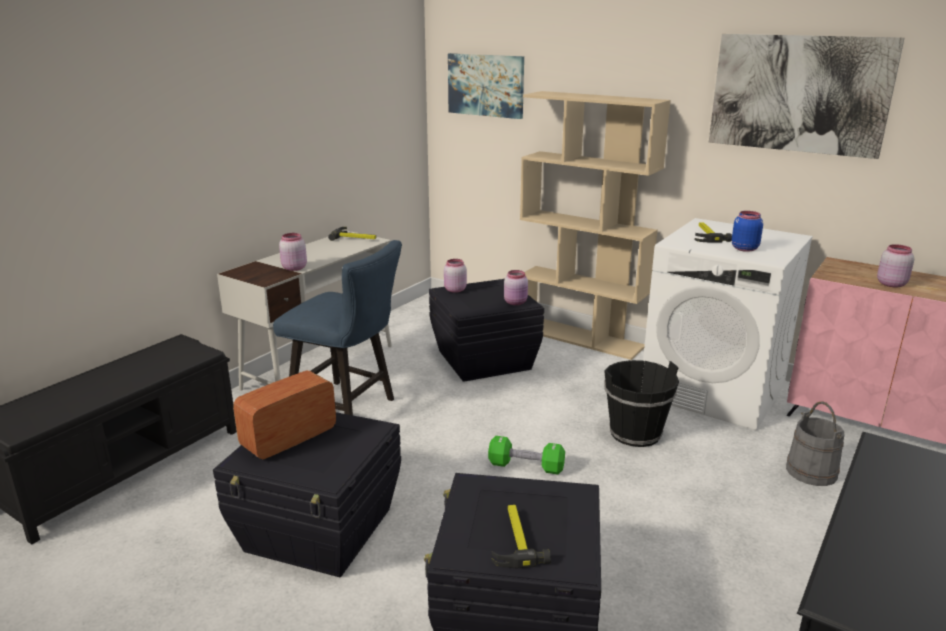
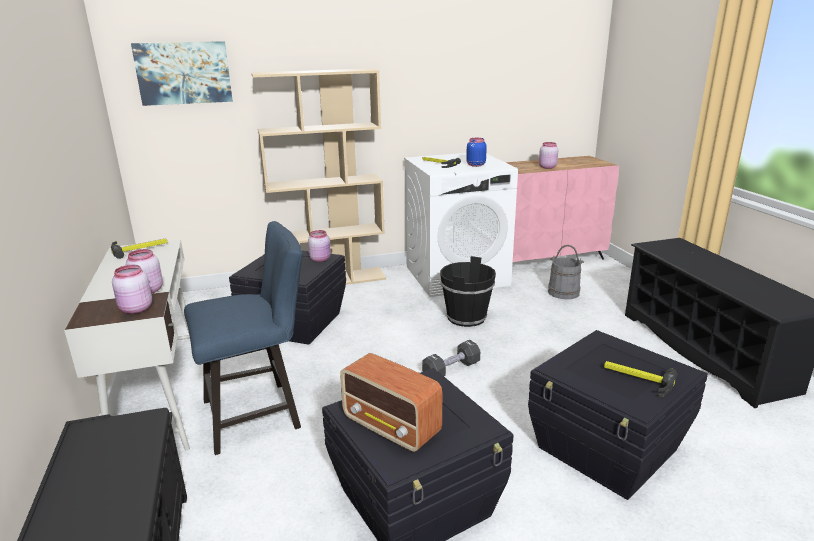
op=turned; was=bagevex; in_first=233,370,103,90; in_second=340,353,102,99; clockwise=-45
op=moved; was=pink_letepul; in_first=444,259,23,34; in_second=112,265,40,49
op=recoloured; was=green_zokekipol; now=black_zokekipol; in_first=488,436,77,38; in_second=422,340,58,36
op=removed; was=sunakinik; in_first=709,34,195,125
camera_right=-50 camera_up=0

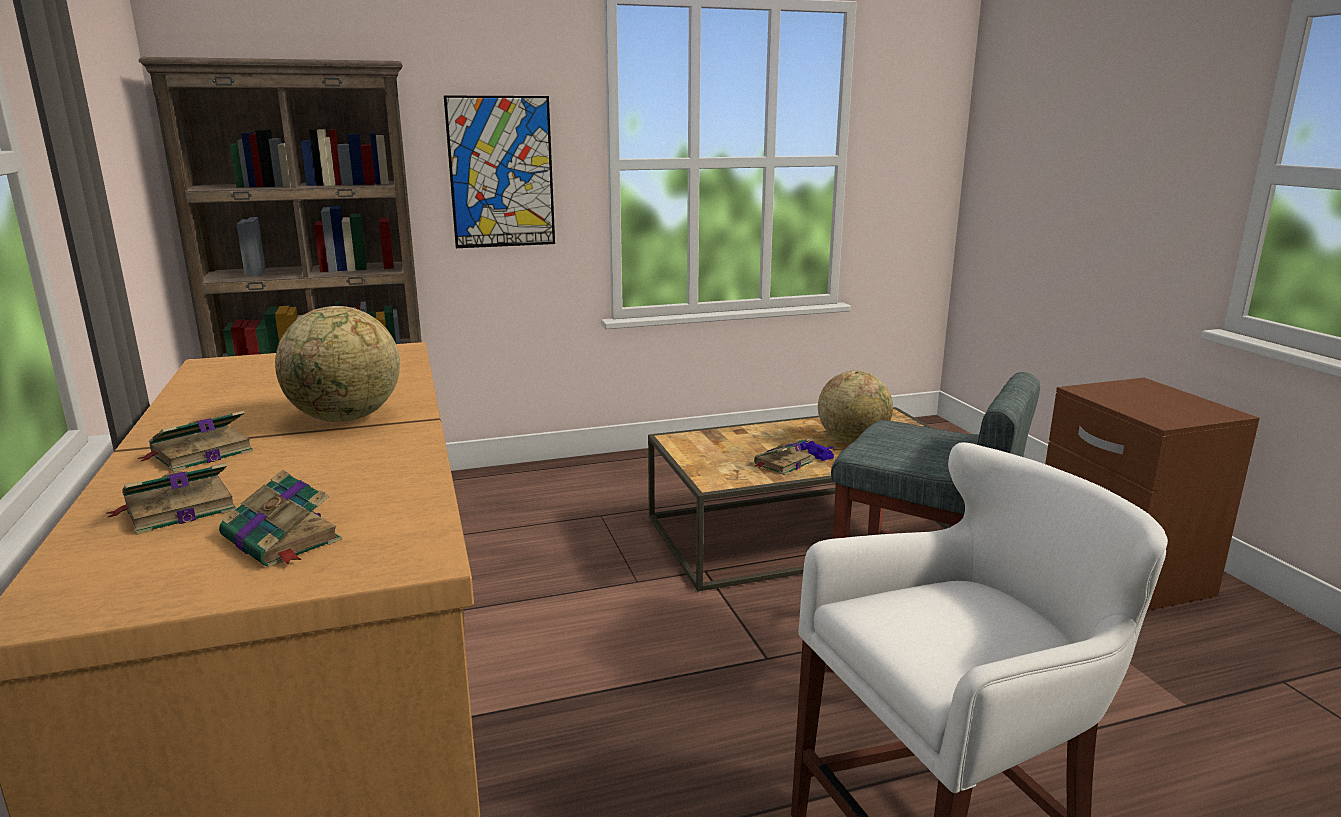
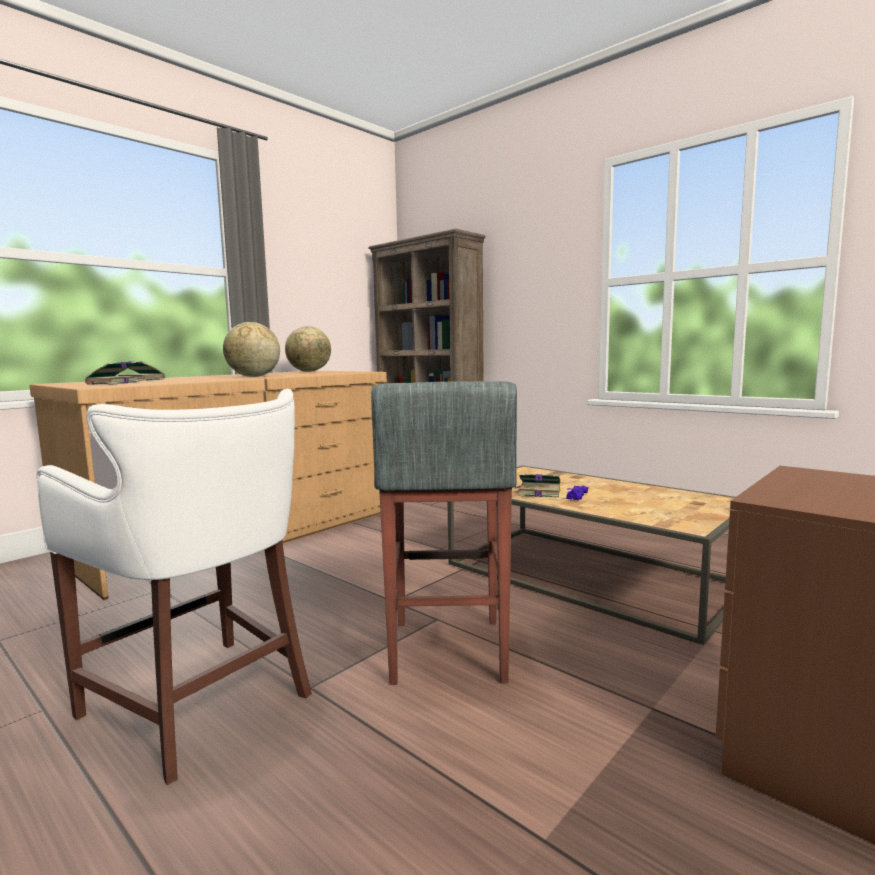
op=removed; was=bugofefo; in_first=138,410,115,62
op=removed; was=sunakinik; in_first=444,96,111,152
op=moved; was=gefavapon; in_first=818,370,75,74; in_second=285,326,46,46
camera_right=60 camera_up=-10

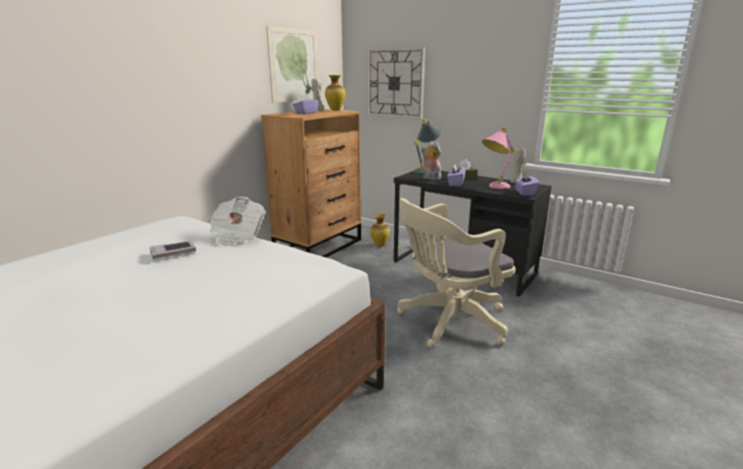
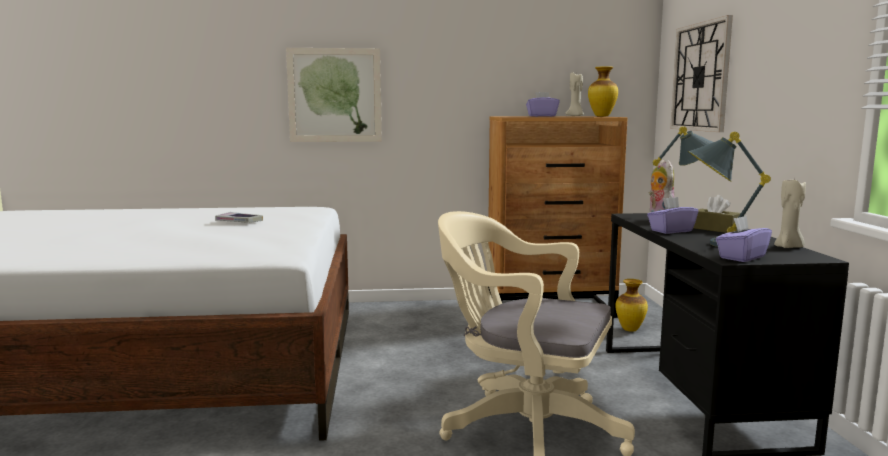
op=removed; was=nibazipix; in_first=209,197,57,50
op=moved; was=sunakinik; in_first=266,26,52,77; in_second=286,48,96,94
op=recoloured; was=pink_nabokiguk; now=grey_nabokiguk; in_first=482,126,33,63; in_second=688,132,83,115
camera_right=50 camera_up=-10

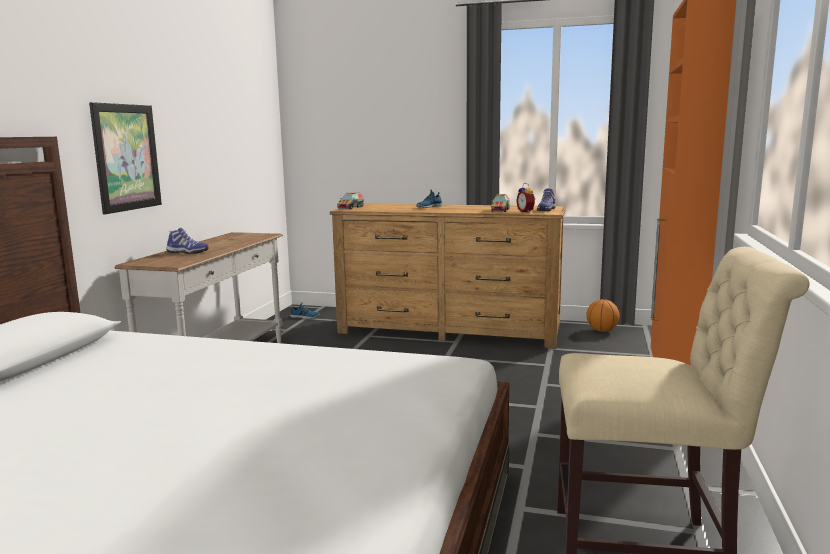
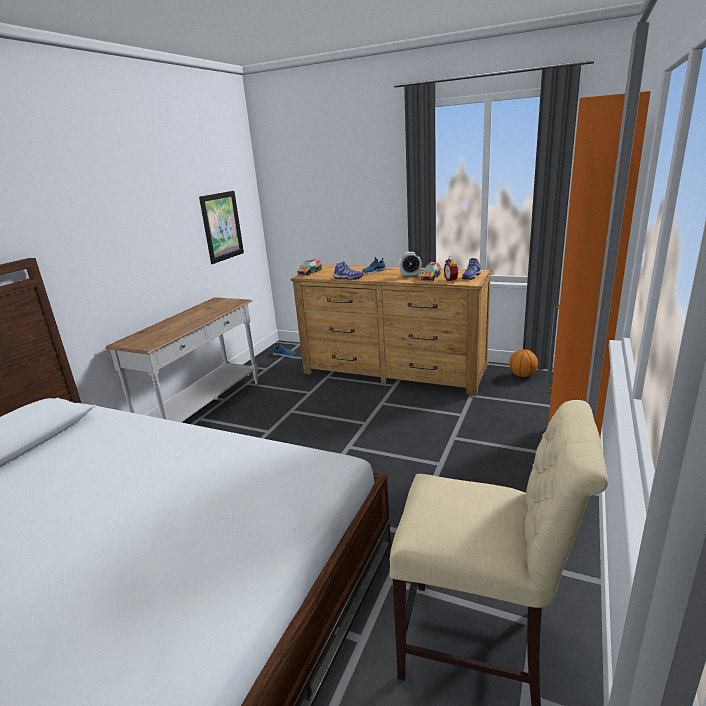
op=moved; was=sunakinik; in_first=89,102,73,112; in_second=199,191,45,73
op=moved; was=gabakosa; in_first=166,228,43,26; in_second=334,261,29,19
op=added; now=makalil; in_second=399,252,23,25
camera_right=10 camera_up=10

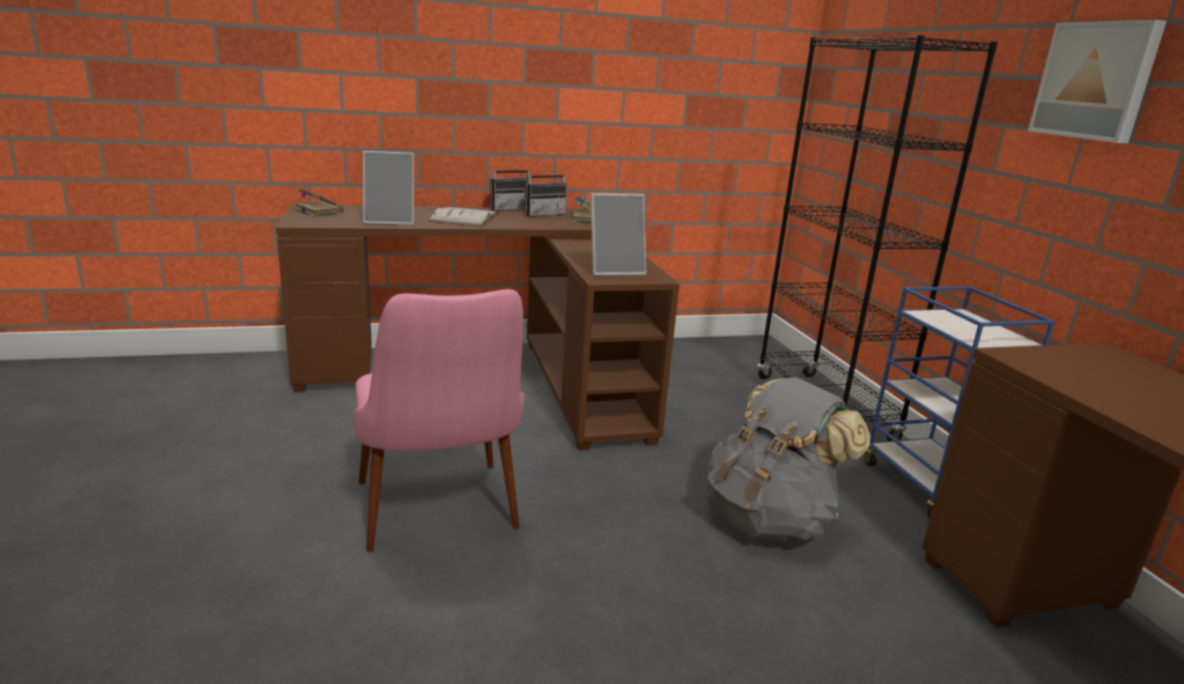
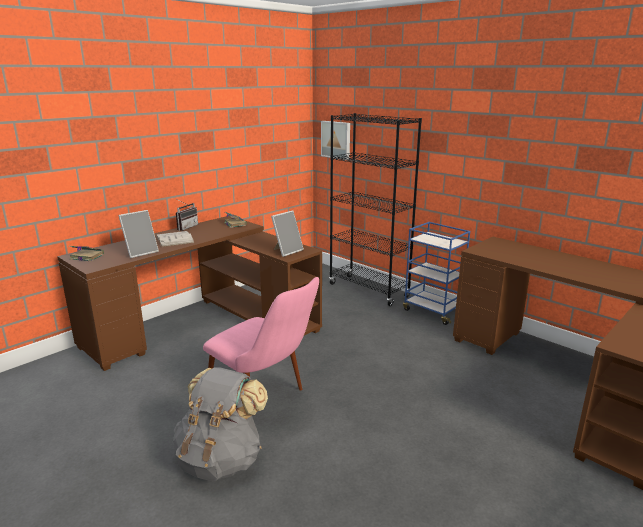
op=removed; was=bagevex; in_first=524,162,44,55
op=moved; was=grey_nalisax; in_first=707,377,163,164; in_second=173,367,95,114
op=moved; was=sunakinik; in_first=1028,19,139,125; in_second=321,121,29,39
camera_right=-30 camera_up=0

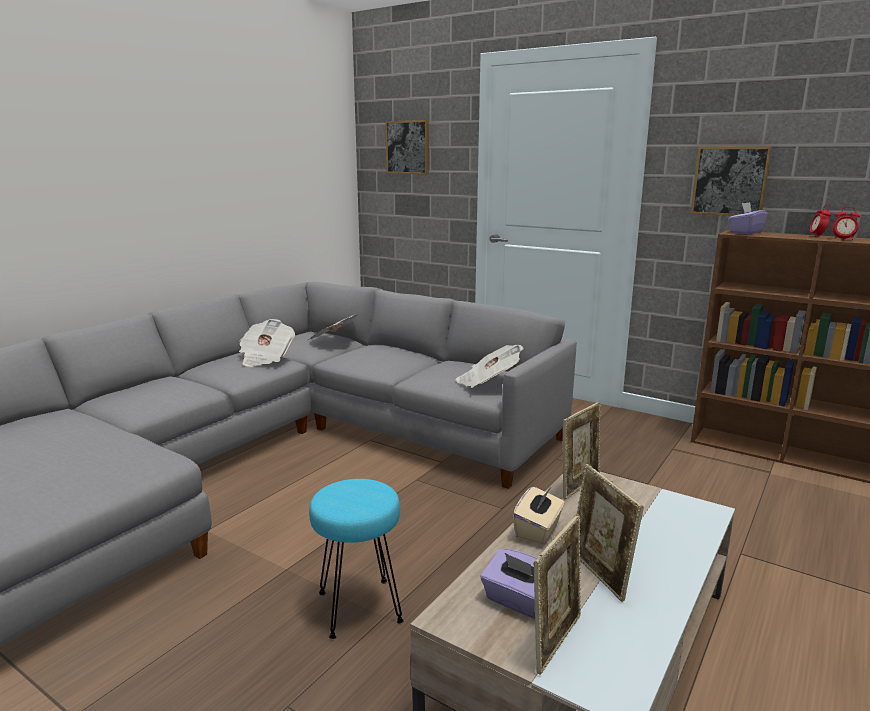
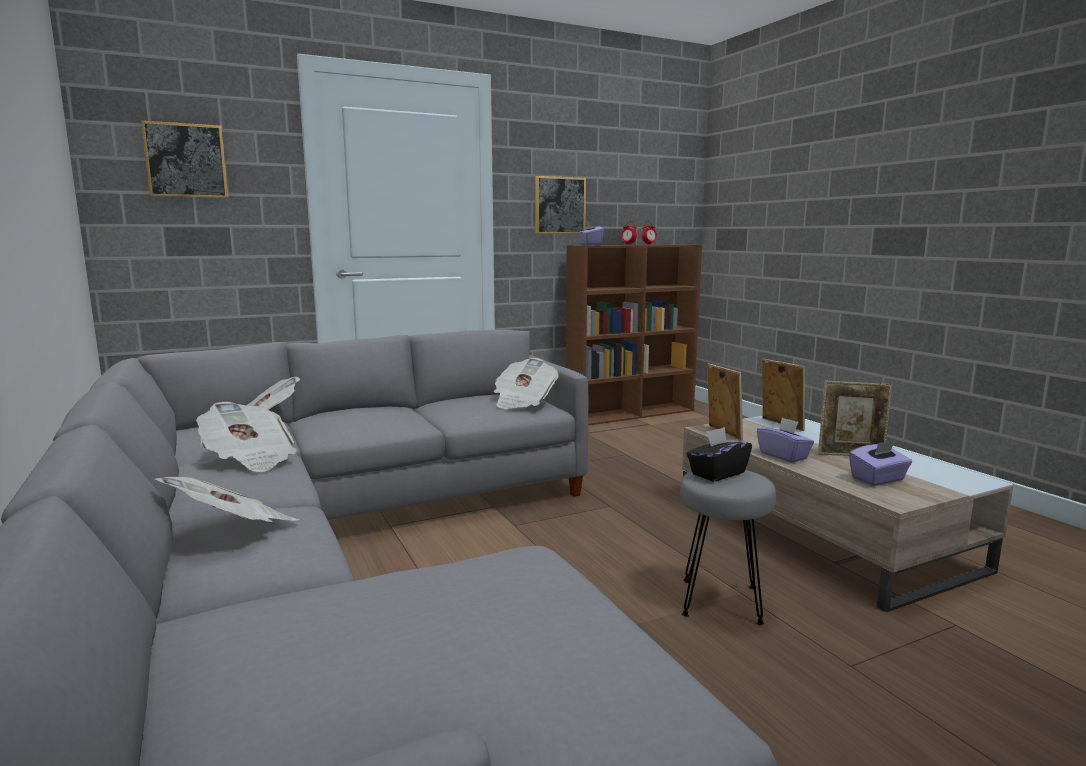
op=recoloured; was=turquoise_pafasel; now=grey_pafasel; in_first=309,479,95,160; in_second=680,470,96,155
op=recoloured; was=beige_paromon; now=purple_paromon; in_first=513,486,52,59; in_second=757,417,57,46
op=moved; was=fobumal; in_first=534,515,47,160; in_second=762,359,43,72
op=added; now=nibazipix; in_second=155,477,145,45
op=added; now=black_paromon; in_second=687,427,65,55
camera_right=-60 camera_up=-5

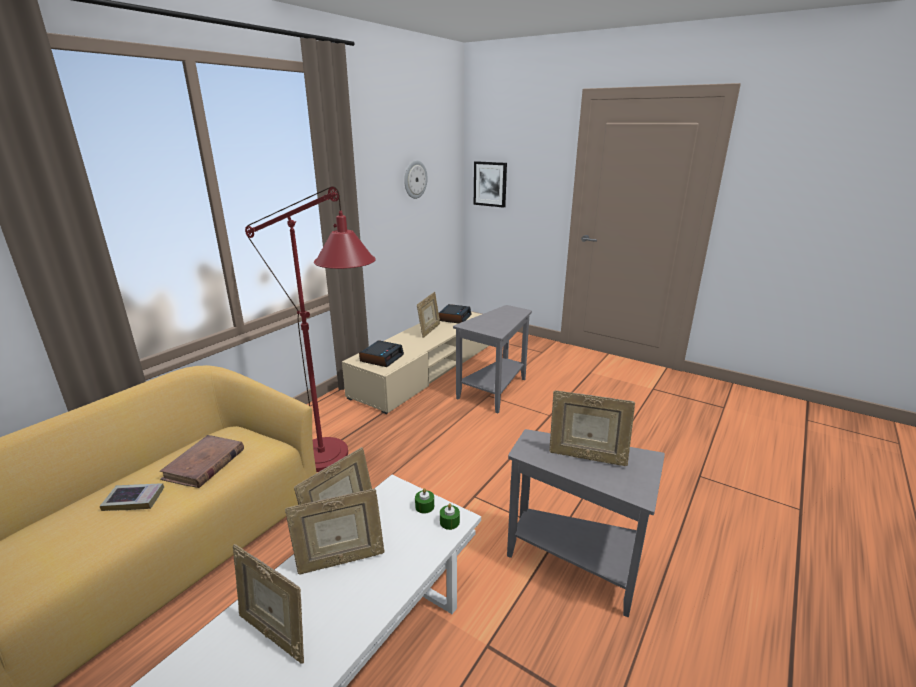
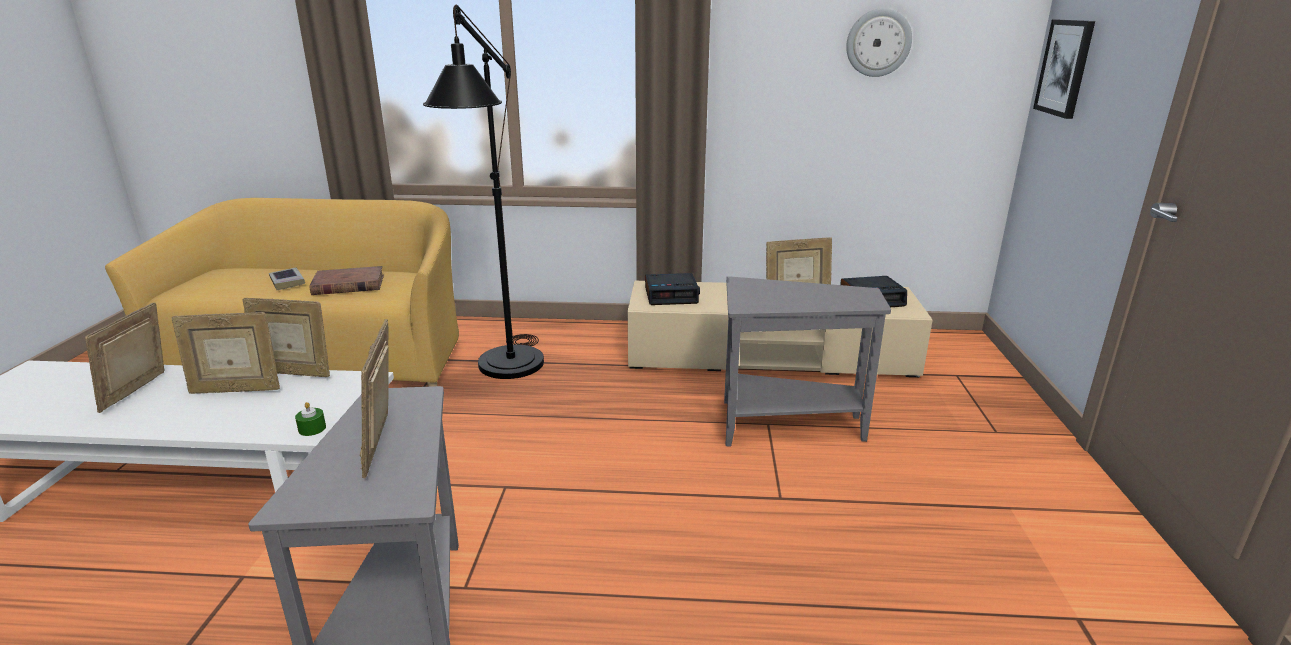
op=recoloured; was=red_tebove; now=black_tebove; in_first=245,186,131,286; in_second=423,5,121,374
op=turned; was=fobumal; in_first=285,489,100,86; in_second=172,312,108,82; clockwise=-45
op=removed; was=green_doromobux; in_first=415,488,19,26
camera_right=60 camera_up=0

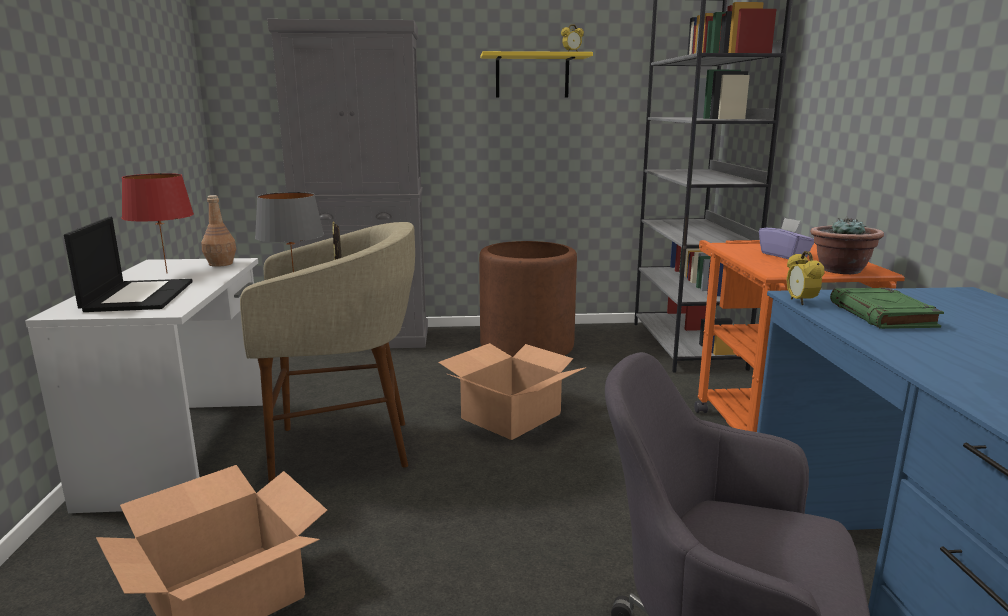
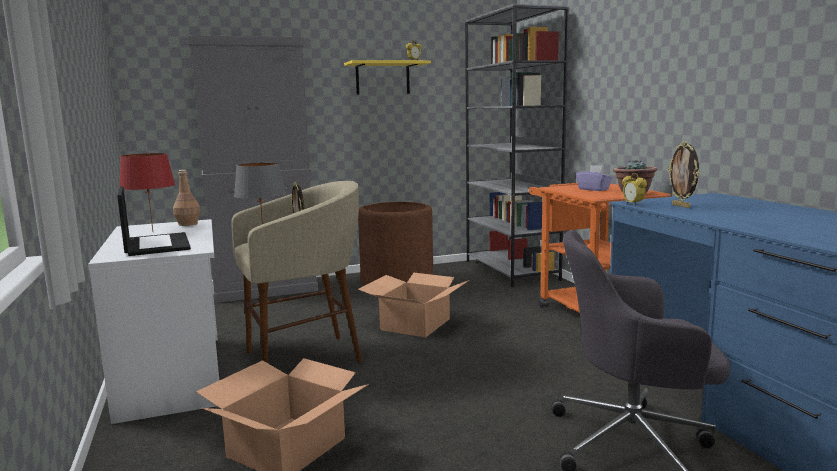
op=replaced; was=green_bugofefo; now=fobumal; in_first=830,288,114,41; in_second=668,141,31,67
camera_right=-15 camera_up=-5

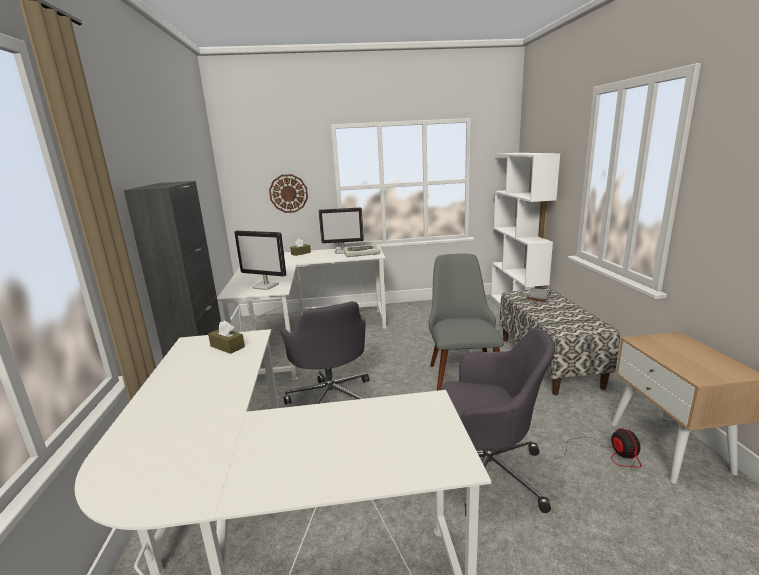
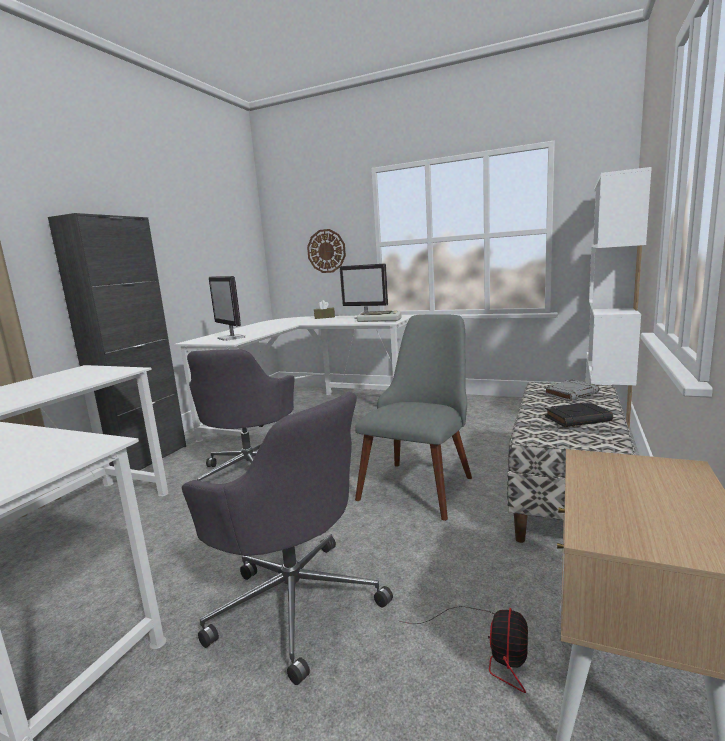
op=removed; was=brown_paromon; in_first=208,321,37,33
op=added; now=black_bugofefo; in_second=545,402,68,25
camera_right=30 camera_up=-5

